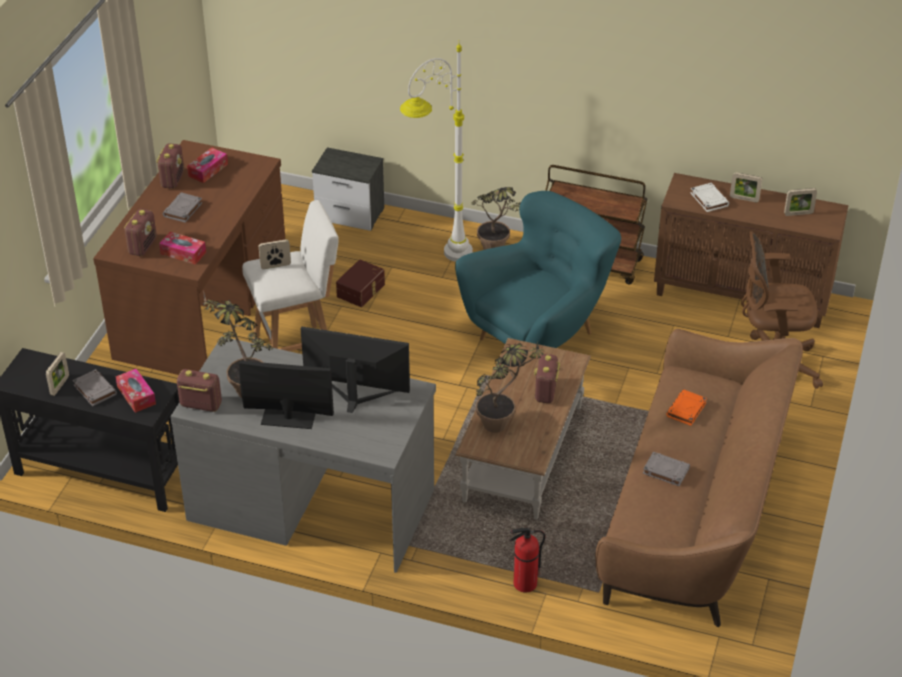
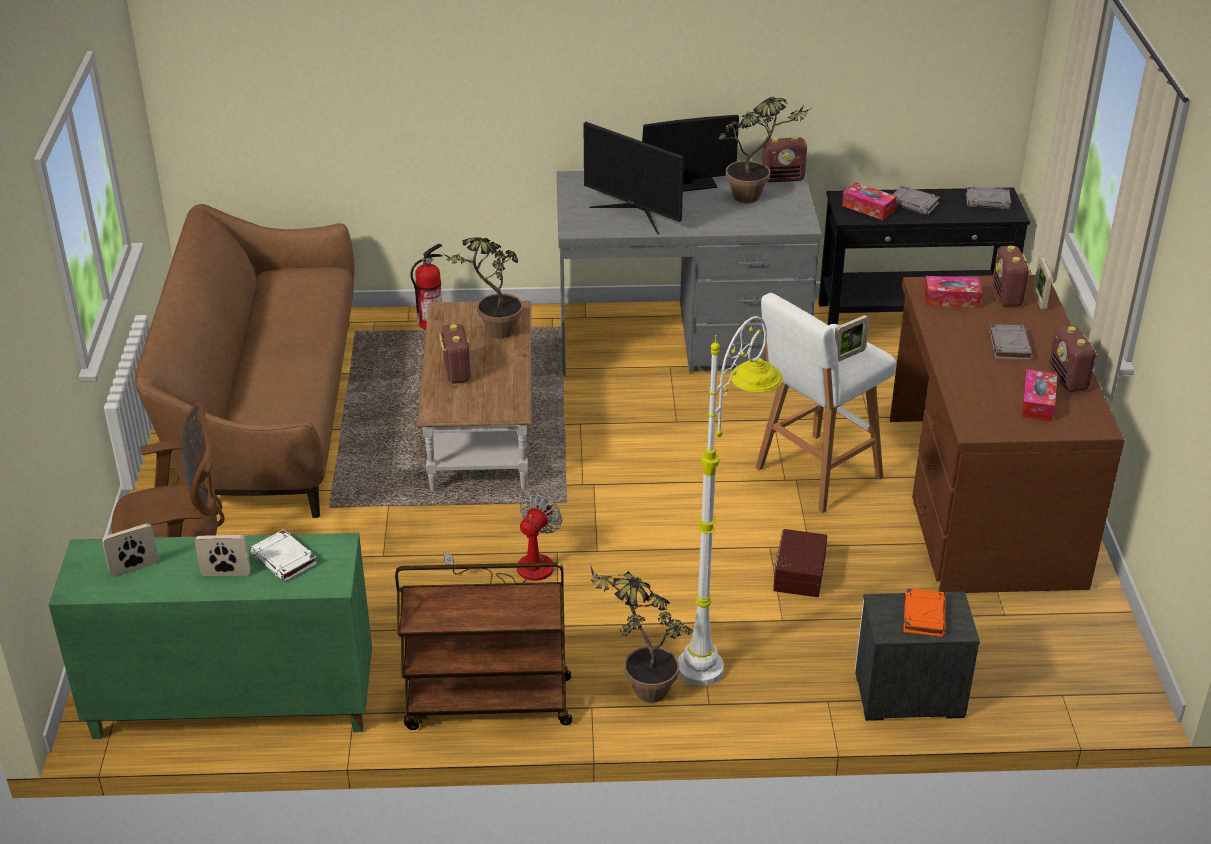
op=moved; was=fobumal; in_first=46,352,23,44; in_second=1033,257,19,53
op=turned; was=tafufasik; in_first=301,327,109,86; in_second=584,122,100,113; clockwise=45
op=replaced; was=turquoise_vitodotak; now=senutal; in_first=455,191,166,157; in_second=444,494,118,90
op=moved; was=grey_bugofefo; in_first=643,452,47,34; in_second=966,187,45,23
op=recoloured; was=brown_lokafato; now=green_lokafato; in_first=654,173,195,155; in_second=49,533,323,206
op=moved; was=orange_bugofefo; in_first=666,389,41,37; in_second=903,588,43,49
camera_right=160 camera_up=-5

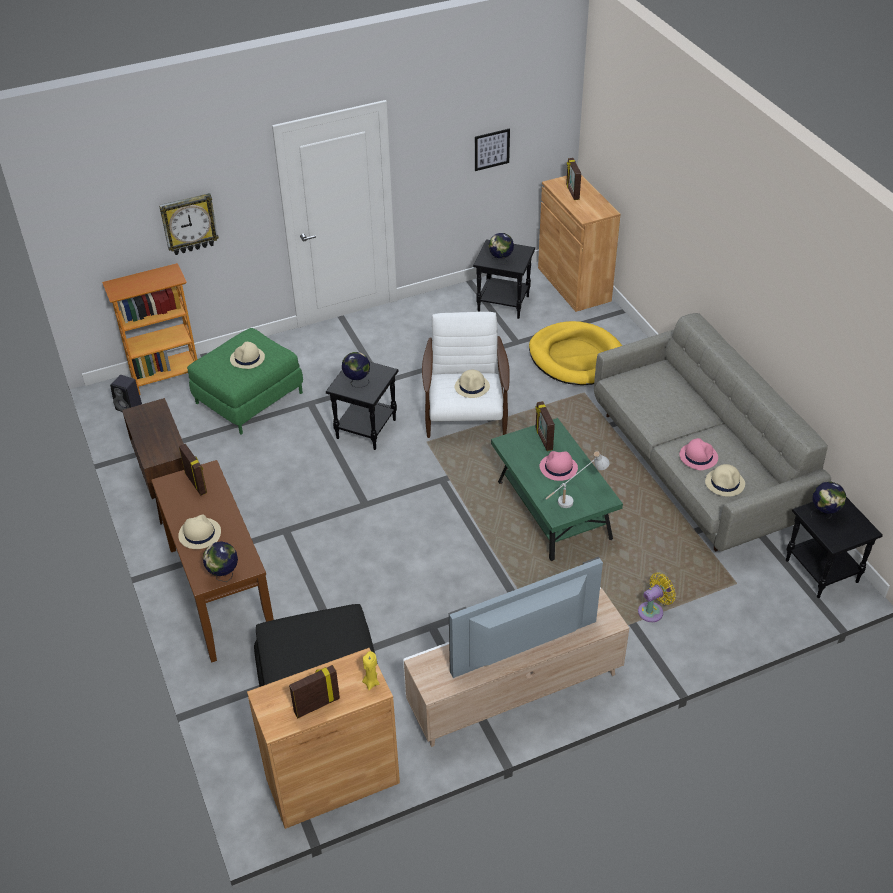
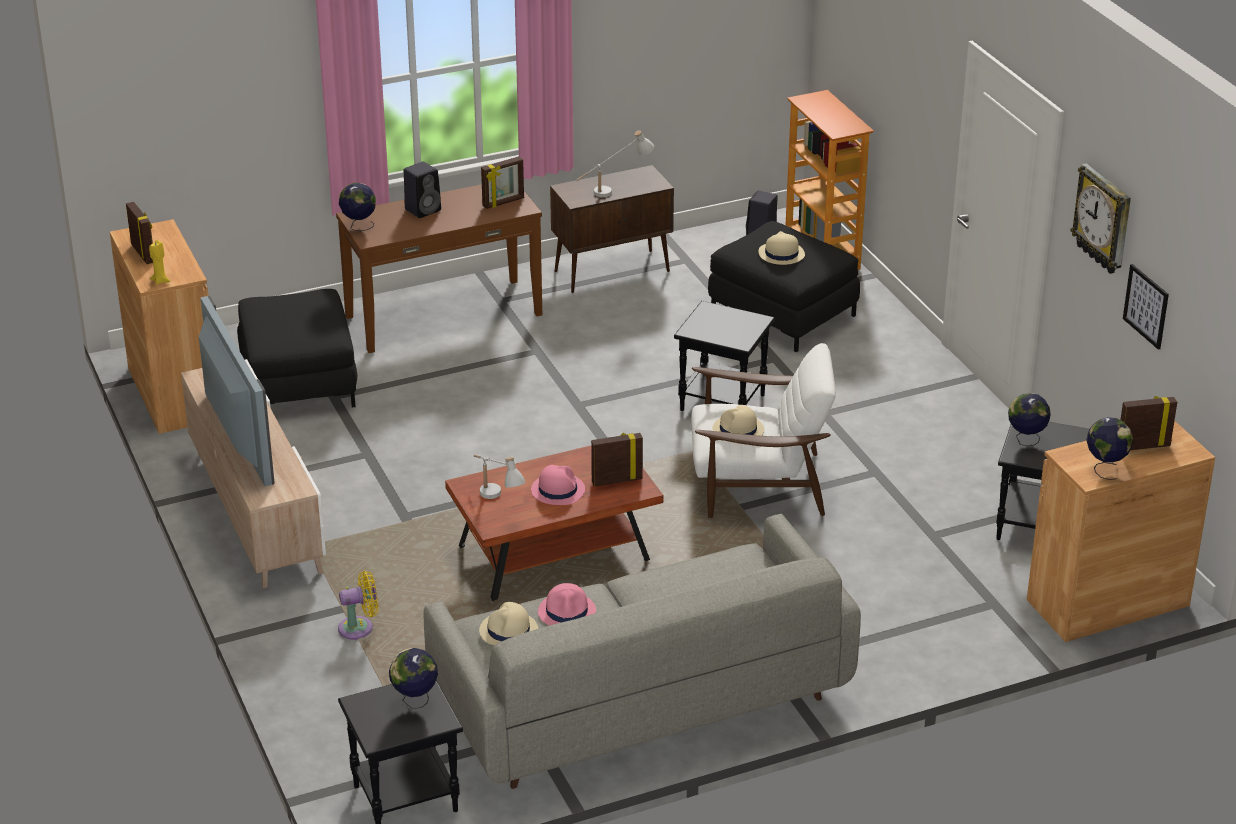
op=moved; was=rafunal; in_first=159,193,60,62; in_second=1070,163,61,111
op=replaced; was=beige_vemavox; now=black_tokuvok; in_first=178,514,43,35; in_second=404,161,37,57
op=recoloured; was=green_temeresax; now=black_temeresax; in_first=187,328,116,106; in_second=708,221,152,131
op=moved; was=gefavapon; in_first=342,352,28,36; in_second=1087,417,46,63
op=recoloured; was=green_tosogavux; now=brown_tosogavux; in_first=491,418,132,143; in_second=445,446,218,155
op=removed; was=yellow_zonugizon; in_first=529,321,93,64
op=turned; was=yellow_senutal; in_first=638,573,38,49; in_second=338,571,40,69; clockwise=-75
op=added; now=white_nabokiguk; in_second=576,130,78,68
camera_right=90 camera_up=-10

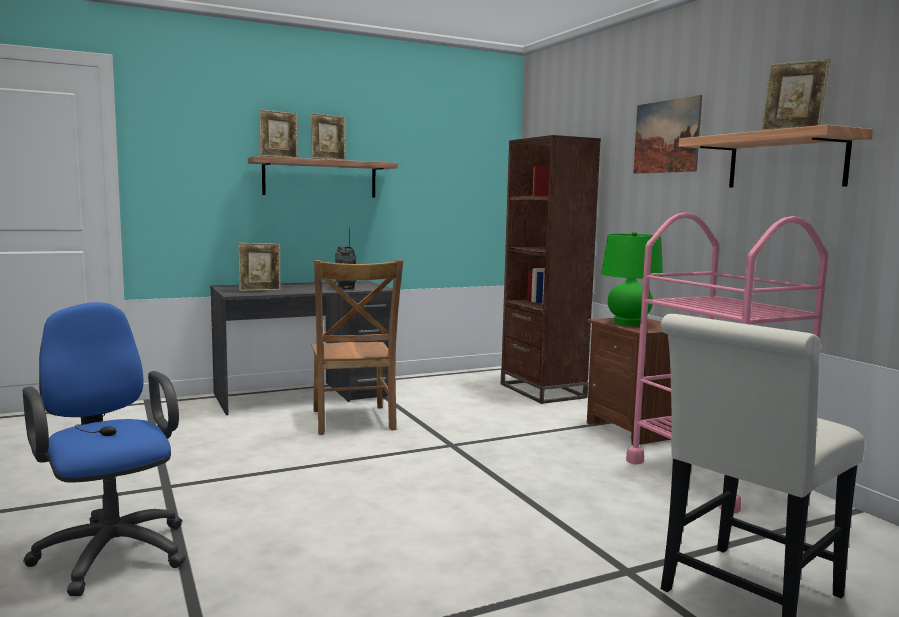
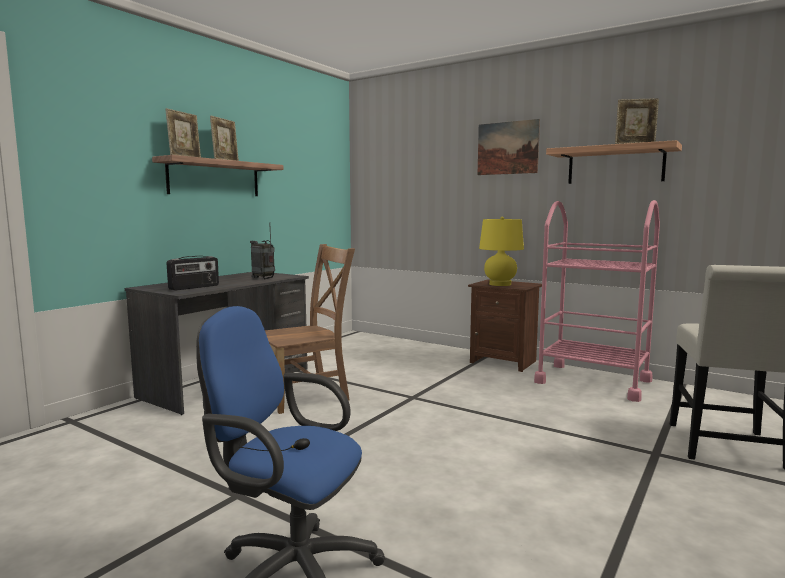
op=replaced; was=fobumal; now=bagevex; in_first=239,243,42,48; in_second=167,256,52,35
op=turned; was=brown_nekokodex; in_first=312,260,91,175; in_second=265,244,90,170; clockwise=-75
op=removed; was=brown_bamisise; in_first=501,135,100,269
op=recoloured; was=green_nabokiguk; now=yellow_nabokiguk; in_first=601,231,62,95; in_second=479,217,45,69
camera_right=-30 camera_up=0

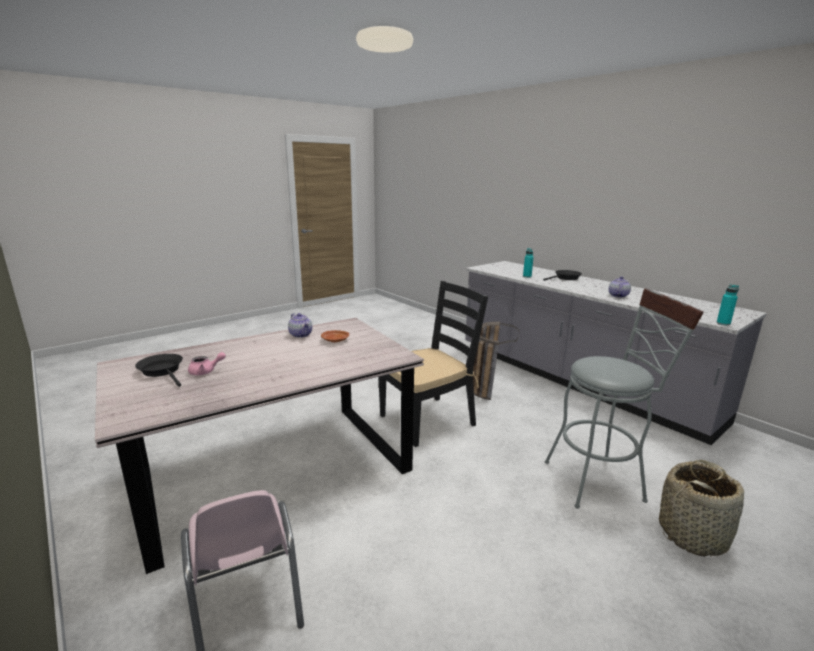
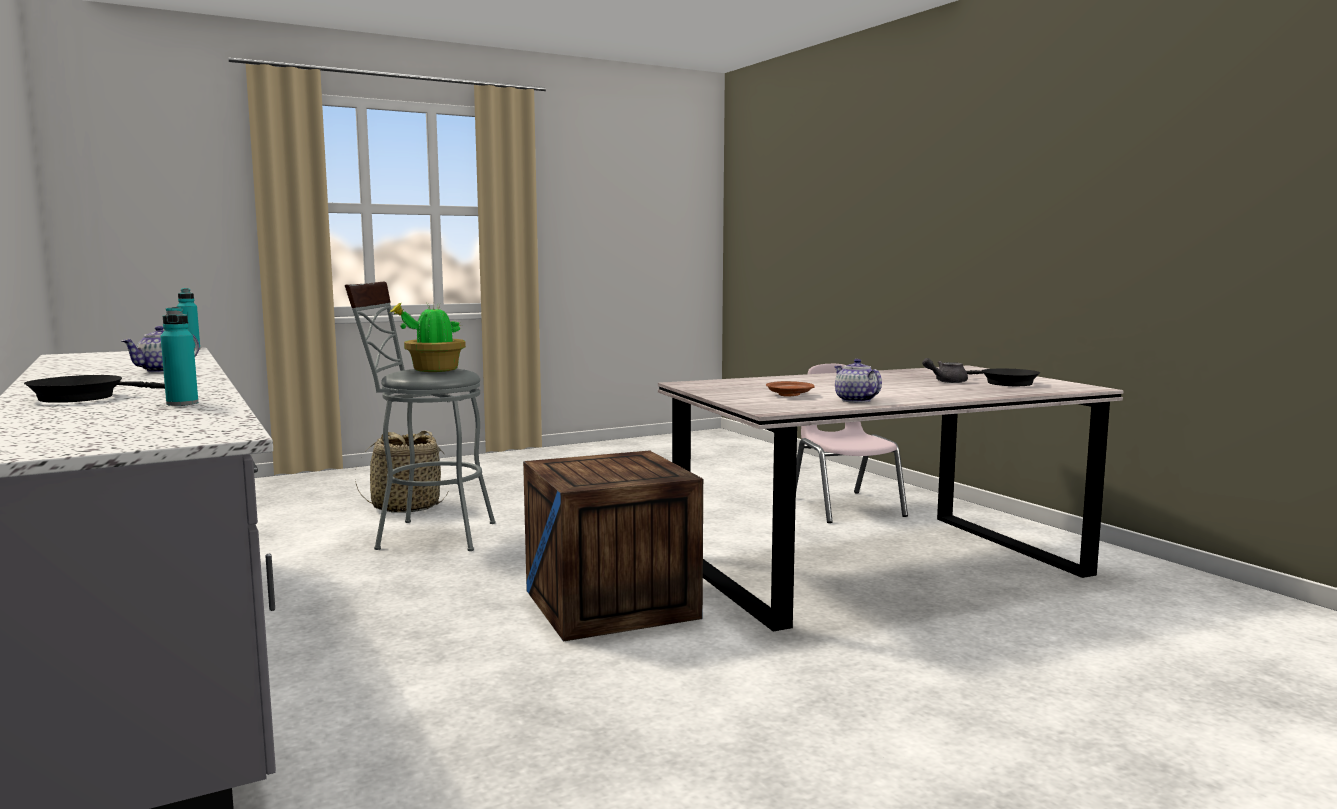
op=recoloured; was=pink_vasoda; now=grey_vasoda; in_first=188,352,38,23; in_second=922,358,46,25
op=replaced; was=black_nekokodex; now=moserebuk; in_first=378,281,110,166; in_second=523,450,180,192
op=removed; was=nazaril; in_first=473,322,46,78
op=added; now=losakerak; in_second=389,302,77,70
camera_right=-170 camera_up=-10

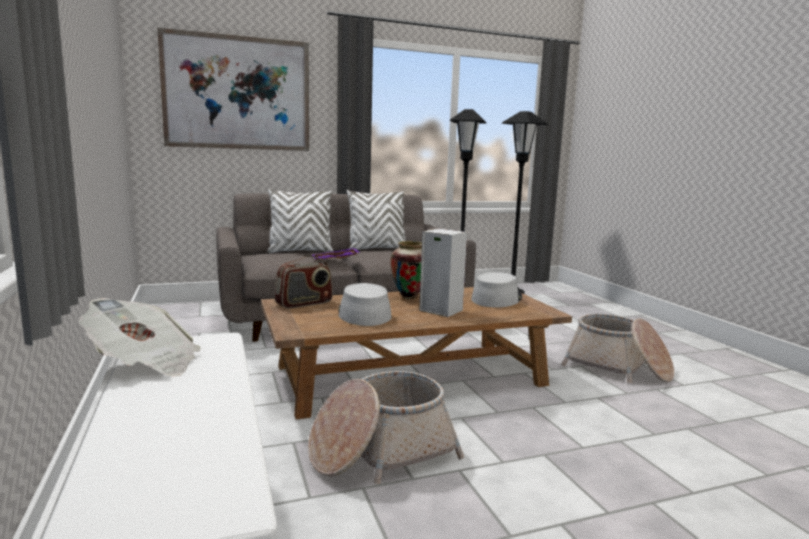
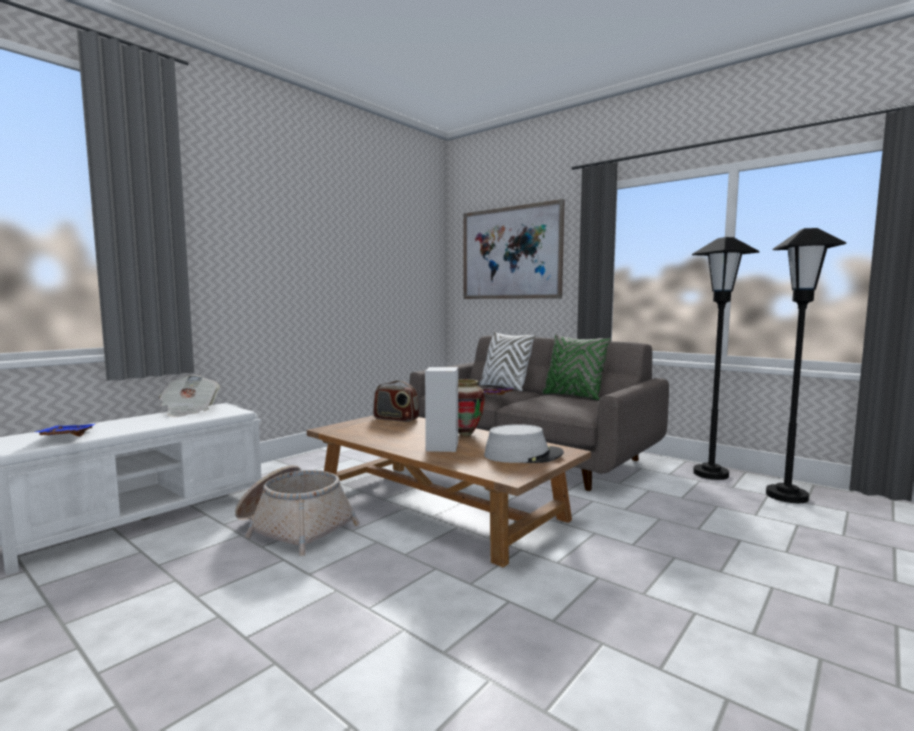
op=removed; was=grey_vemavox; in_first=338,283,54,43
op=recoloured; was=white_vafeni; now=green_vafeni; in_first=347,190,58,60; in_second=542,334,69,66
op=removed; was=nazaril; in_first=561,314,113,69
op=added; now=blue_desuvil; in_second=31,424,64,12
camera_right=60 camera_up=-5

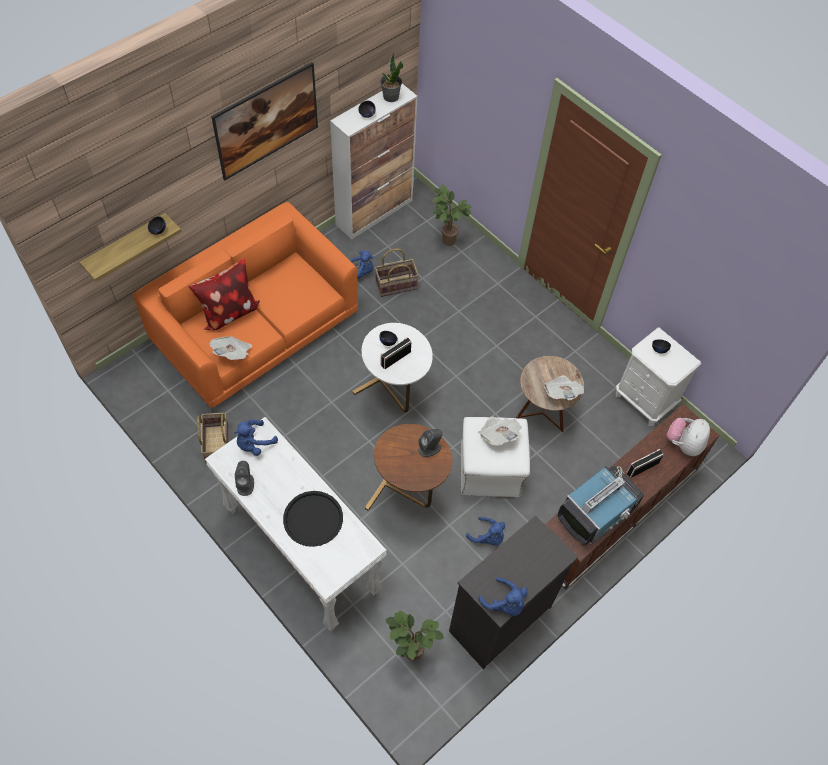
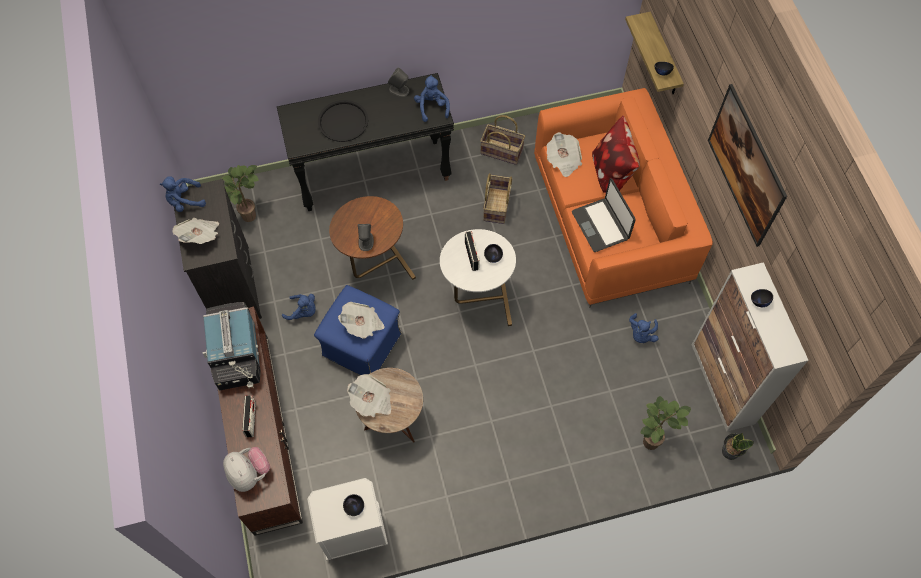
op=recoloured; was=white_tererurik; now=black_tererurik; in_first=205,417,182,214; in_second=277,73,177,138
op=moved; was=nazaril; in_first=375,248,44,49; in_second=483,173,29,51
op=moved; was=losakerak; in_first=380,53,23,49; in_second=722,433,32,27
op=recoloured; was=white_temeresax; now=blue_temeresax; in_first=460,417,70,81; in_second=314,285,88,90
op=turned; was=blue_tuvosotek; in_first=466,517,39,29; in_second=282,294,34,26; clockwise=-135
op=added; now=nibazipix; in_second=172,218,47,26
op=added; now=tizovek; in_second=572,178,64,74
camera_right=120 camera_up=5

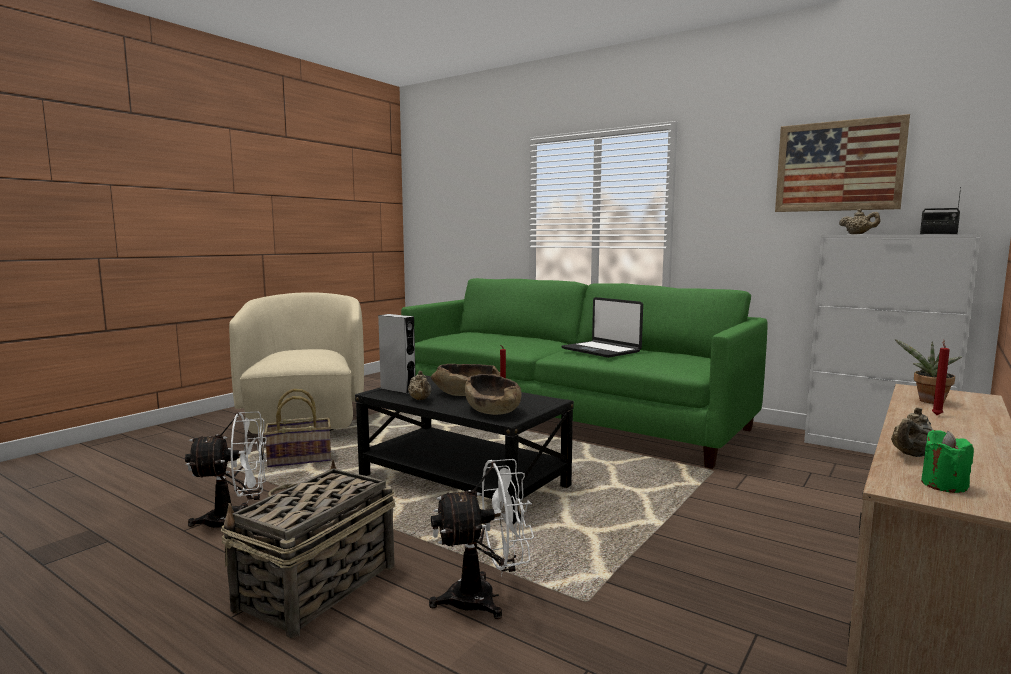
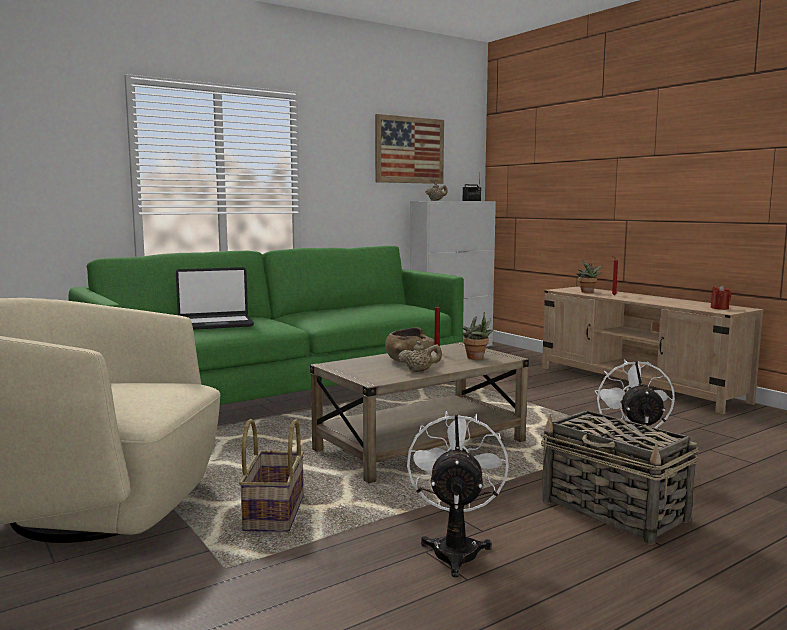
op=recoloured; was=black_tosogavux; now=beige_tosogavux; in_first=355,375,219,149; in_second=310,342,219,141
op=removed; was=grey_tokuvok; in_first=378,314,38,80
op=replaced; was=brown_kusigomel; now=losakerak; in_first=465,374,57,41; in_second=462,312,32,48
op=moved; was=tizovek; in_first=561,297,82,61; in_second=176,267,78,63
op=removed; was=beige_vasoda; in_first=891,407,42,50
op=recoloured; was=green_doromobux; now=red_doromobux; in_first=921,430,53,63; in_second=711,285,20,25
camera_right=-70 camera_up=0

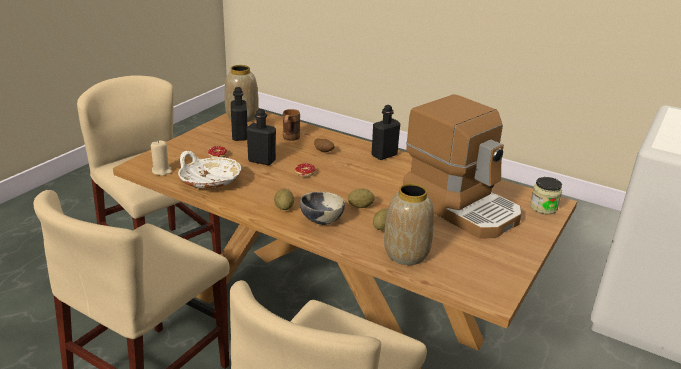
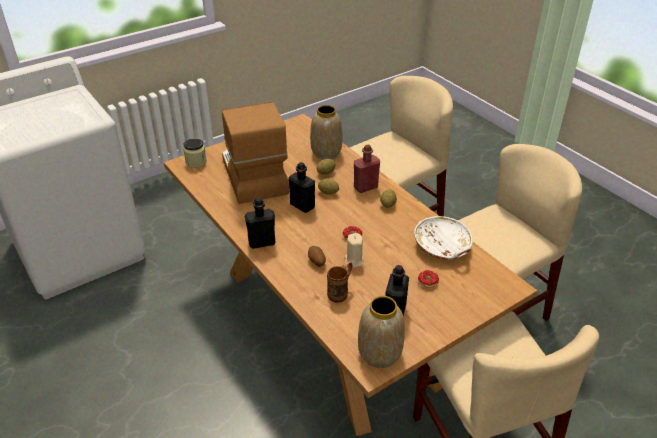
op=moved; was=beige_doromobux; in_first=151,140,21,36; in_second=345,233,18,35
op=moved; was=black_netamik; in_first=246,109,30,56; in_second=289,162,26,51
op=replaced; was=kusigomel; now=red_netamik; in_first=300,192,45,33; in_second=354,145,26,48
camera_right=-155 camera_up=10

